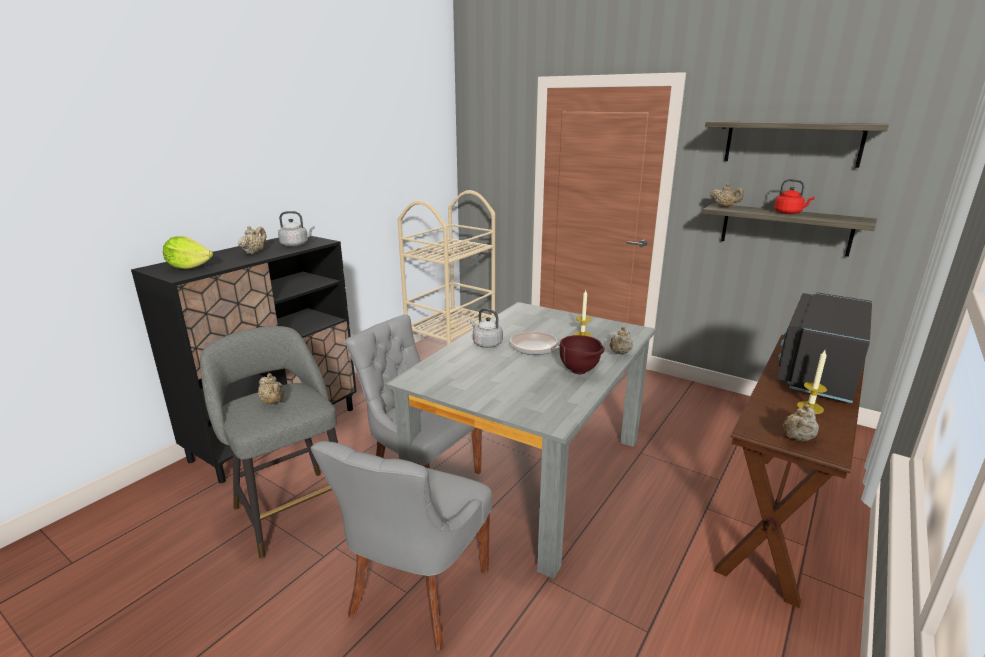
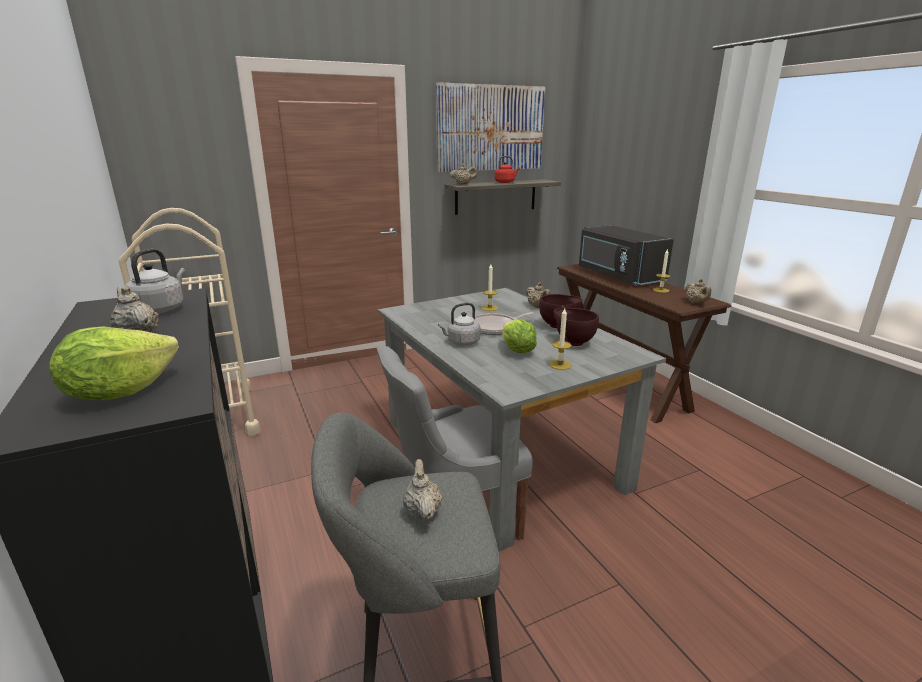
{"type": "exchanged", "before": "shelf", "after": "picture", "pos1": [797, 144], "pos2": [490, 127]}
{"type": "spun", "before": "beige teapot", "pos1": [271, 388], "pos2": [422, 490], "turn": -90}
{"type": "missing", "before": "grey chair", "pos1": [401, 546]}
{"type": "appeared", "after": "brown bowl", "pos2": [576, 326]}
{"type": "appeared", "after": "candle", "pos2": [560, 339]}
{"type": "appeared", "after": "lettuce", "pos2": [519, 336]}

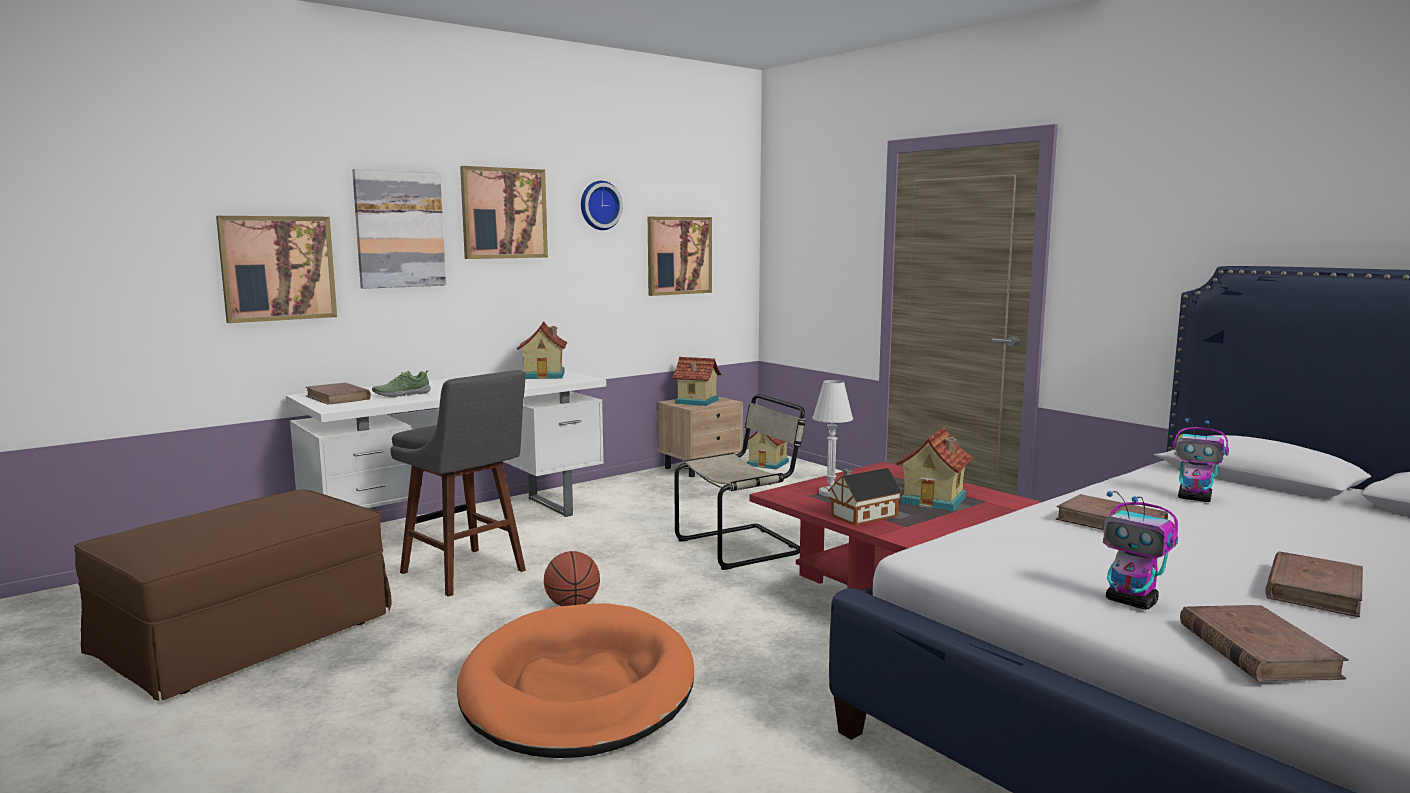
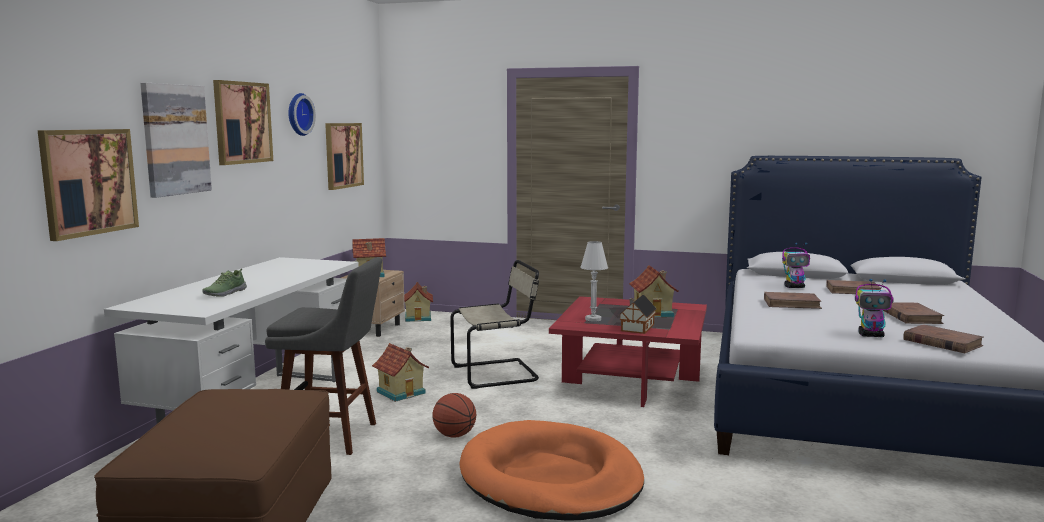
{"type": "relocated", "before": "toy house", "pos1": [542, 350], "pos2": [400, 372]}
{"type": "relocated", "before": "brown book", "pos1": [338, 393], "pos2": [853, 287]}
{"type": "spun", "before": "beige chair", "pos1": [739, 482], "pos2": [494, 324], "turn": 45}

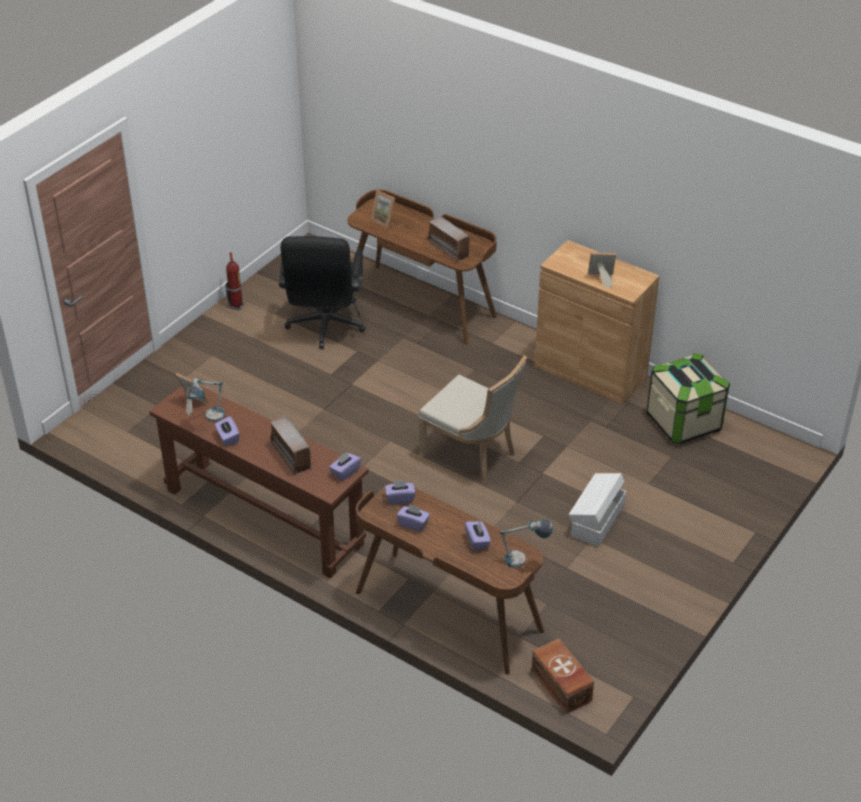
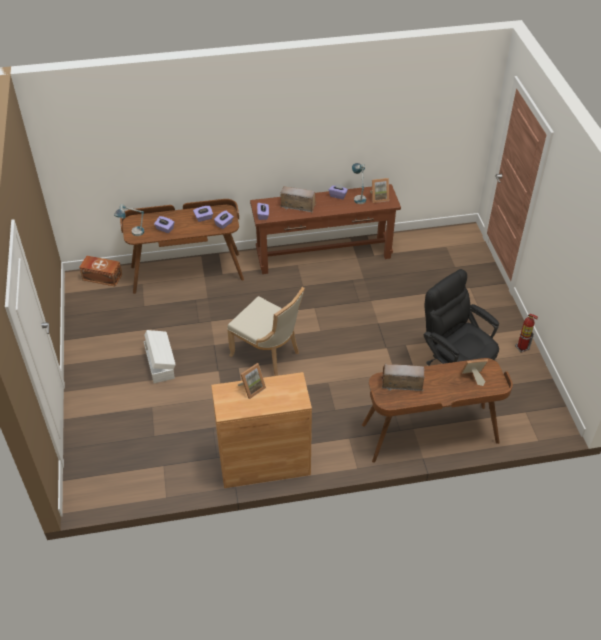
{"type": "missing", "before": "storage box", "pos1": [688, 398]}
{"type": "spun", "before": "beige chair", "pos1": [472, 419], "pos2": [266, 331], "turn": -135}

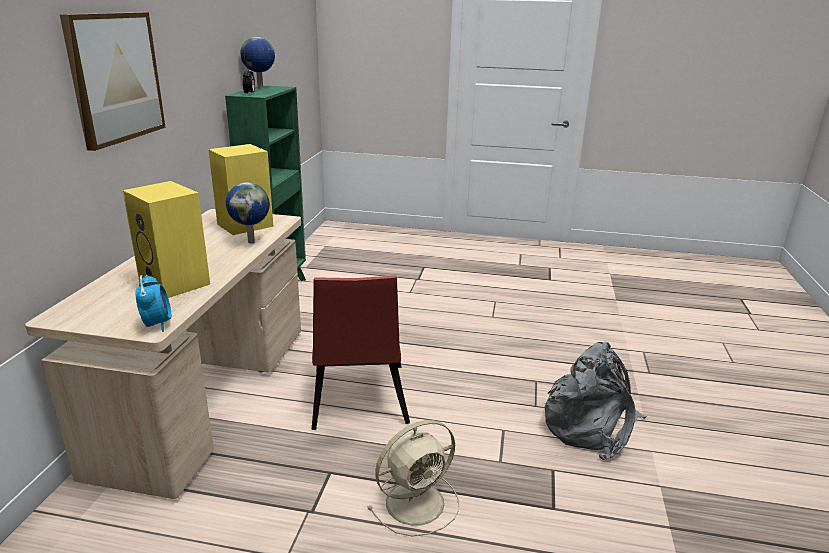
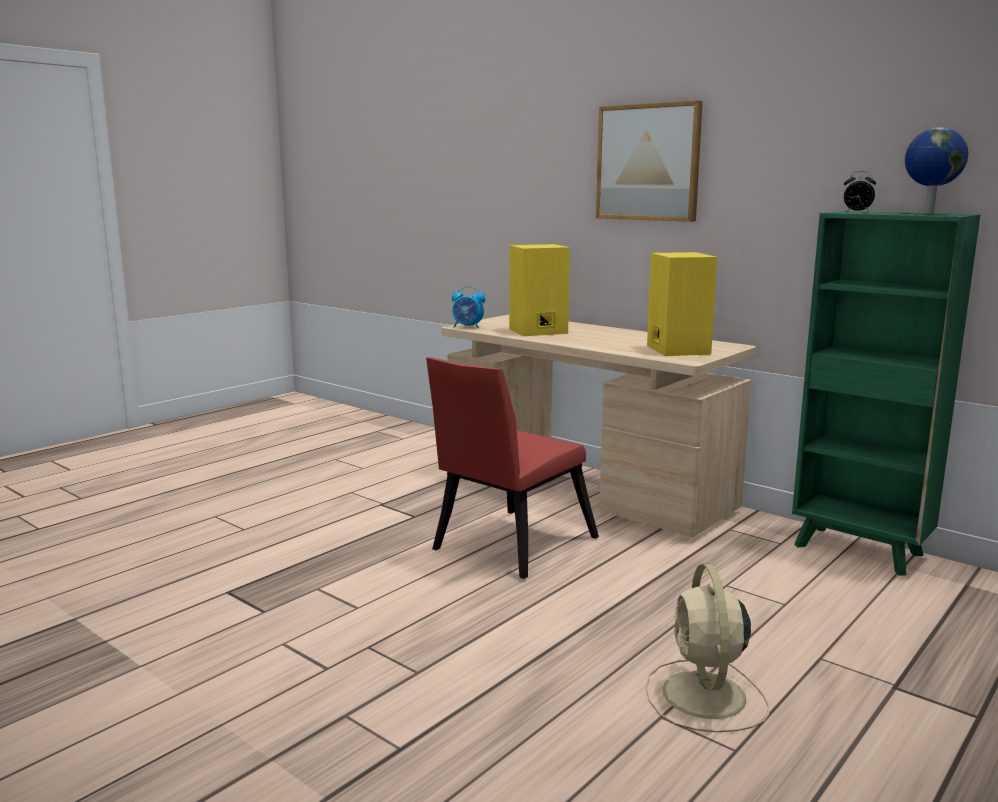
{"type": "missing", "before": "globe", "pos1": [248, 212]}
{"type": "spun", "before": "red chair", "pos1": [361, 352], "pos2": [512, 468], "turn": -75}
{"type": "missing", "before": "grey backpack", "pos1": [596, 401]}
{"type": "relocated", "before": "beige fan", "pos1": [413, 478], "pos2": [707, 648]}

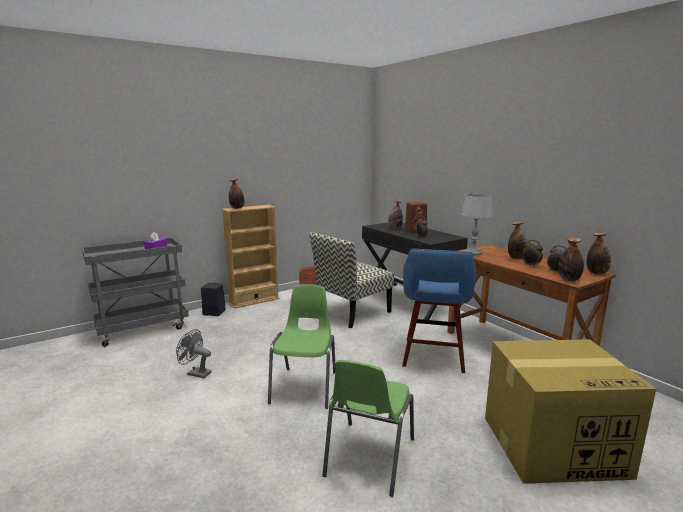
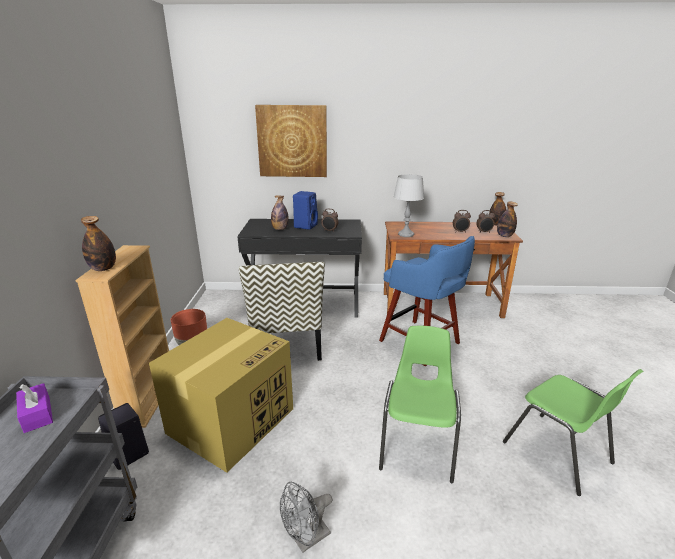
{"type": "colour", "before": "brown speaker", "after": "blue speaker", "pos1": [416, 217], "pos2": [305, 210]}
{"type": "missing", "before": "bottle", "pos1": [517, 240]}
{"type": "spun", "before": "green chair", "pos1": [302, 347], "pos2": [420, 404], "turn": 60}
{"type": "relocated", "before": "cardboard box", "pos1": [570, 411], "pos2": [221, 395]}
{"type": "appeared", "after": "picture", "pos2": [291, 141]}

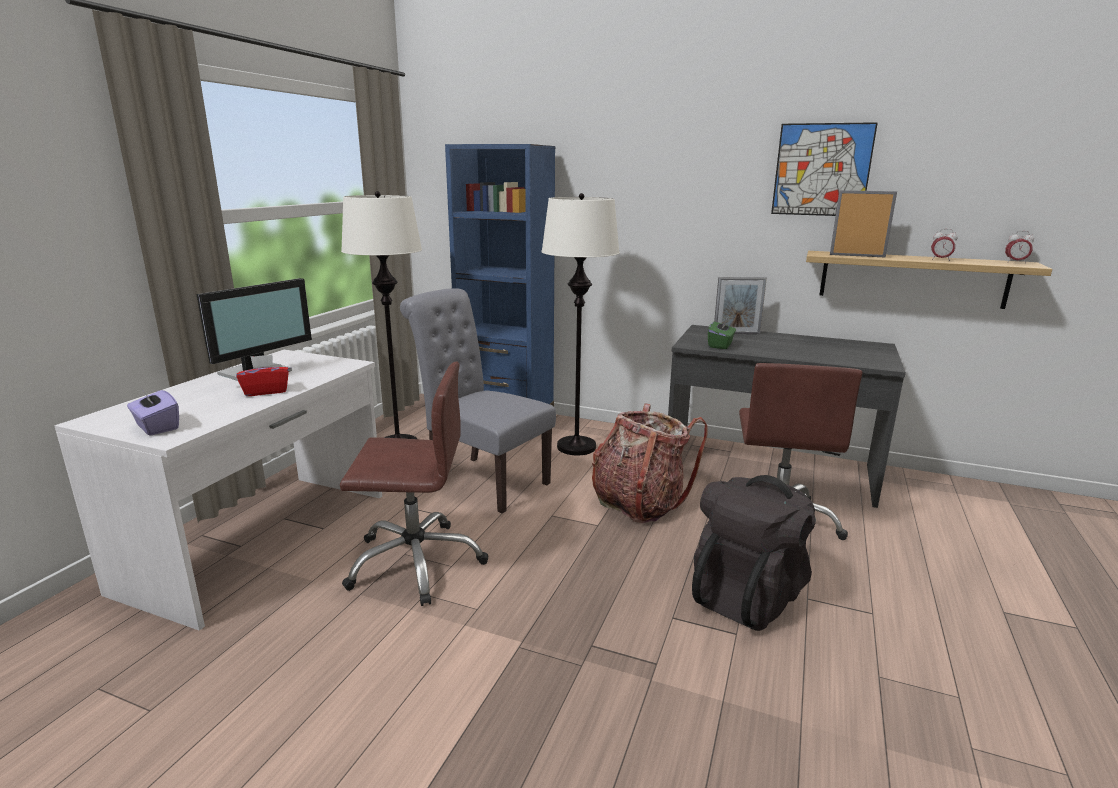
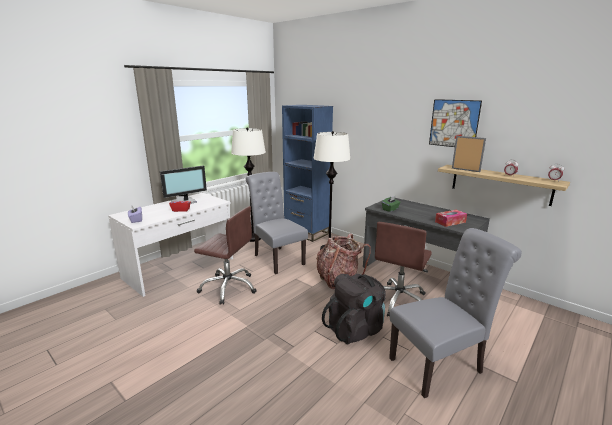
{"type": "missing", "before": "picture frame", "pos1": [740, 305]}
{"type": "appeared", "after": "tissue box", "pos2": [451, 218]}
{"type": "appeared", "after": "grey chair", "pos2": [455, 313]}

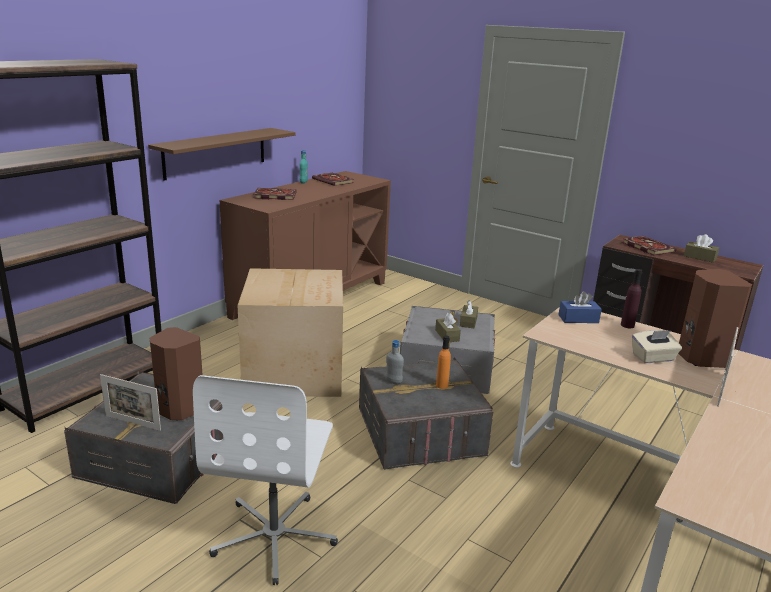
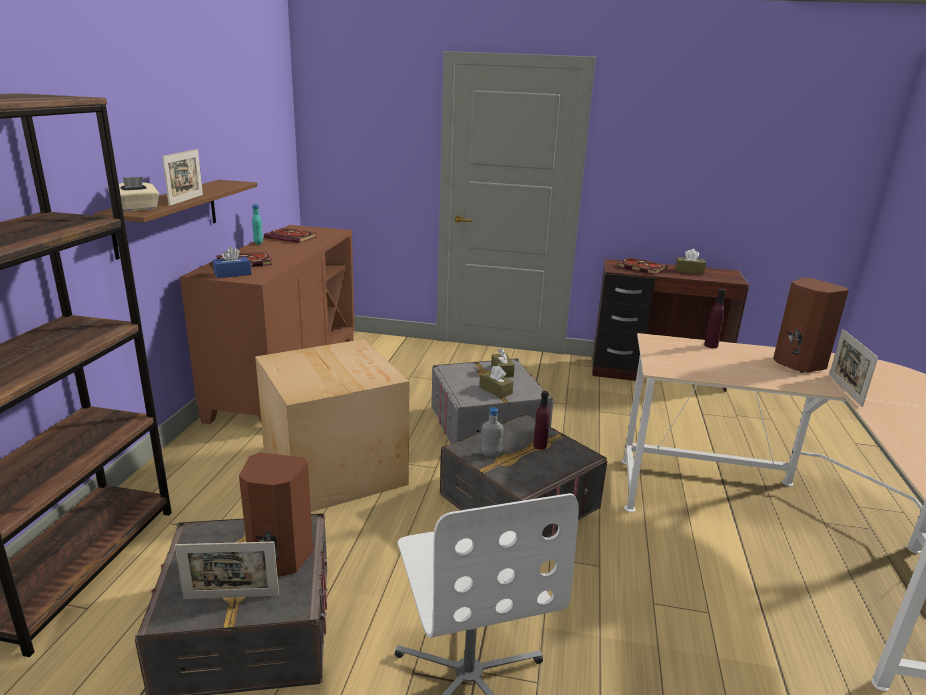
{"type": "relocated", "before": "blue tissue box", "pos1": [580, 307], "pos2": [232, 262]}
{"type": "relocated", "before": "beige tissue box", "pos1": [657, 346], "pos2": [133, 194]}
{"type": "colour", "before": "orange bottle", "after": "purple bottle", "pos1": [443, 362], "pos2": [541, 420]}
{"type": "appeared", "after": "picture frame", "pos2": [182, 177]}

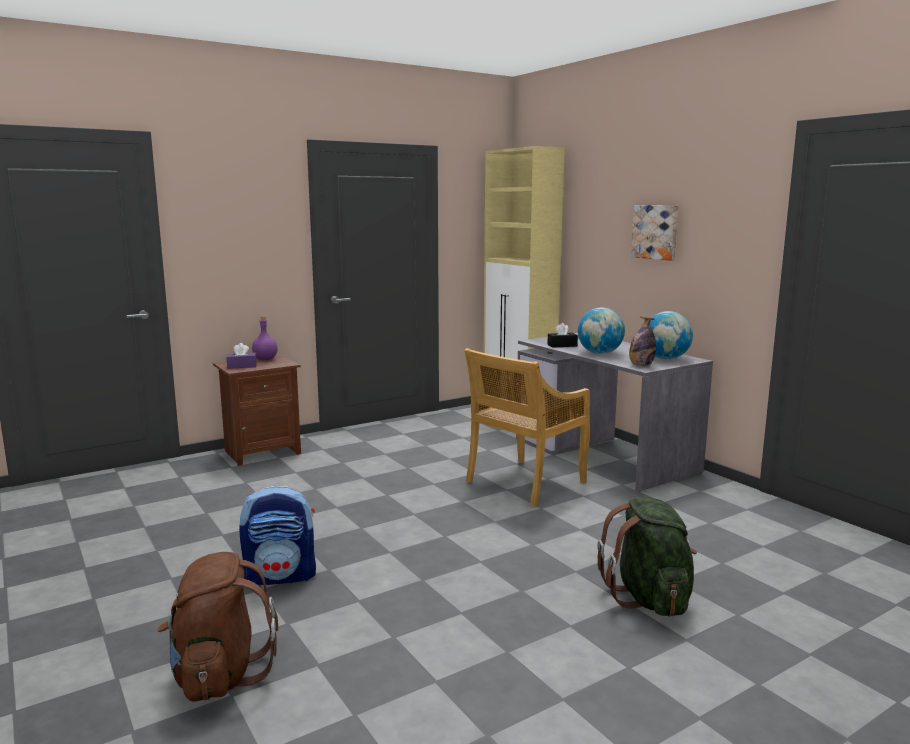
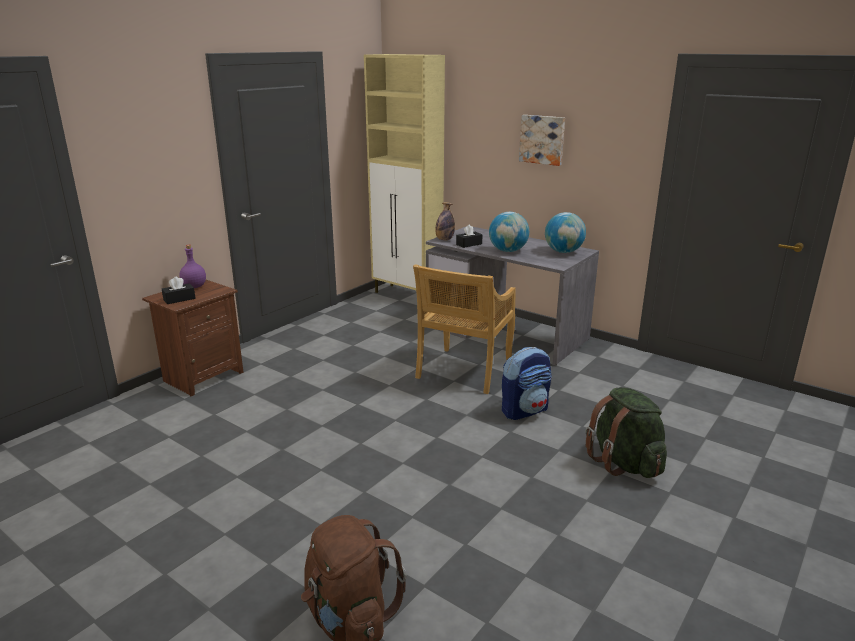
{"type": "relocated", "before": "bottle", "pos1": [642, 341], "pos2": [445, 221]}
{"type": "colour", "before": "purple tissue box", "after": "black tissue box", "pos1": [242, 356], "pos2": [179, 290]}
{"type": "relocated", "before": "backpack", "pos1": [277, 535], "pos2": [527, 383]}

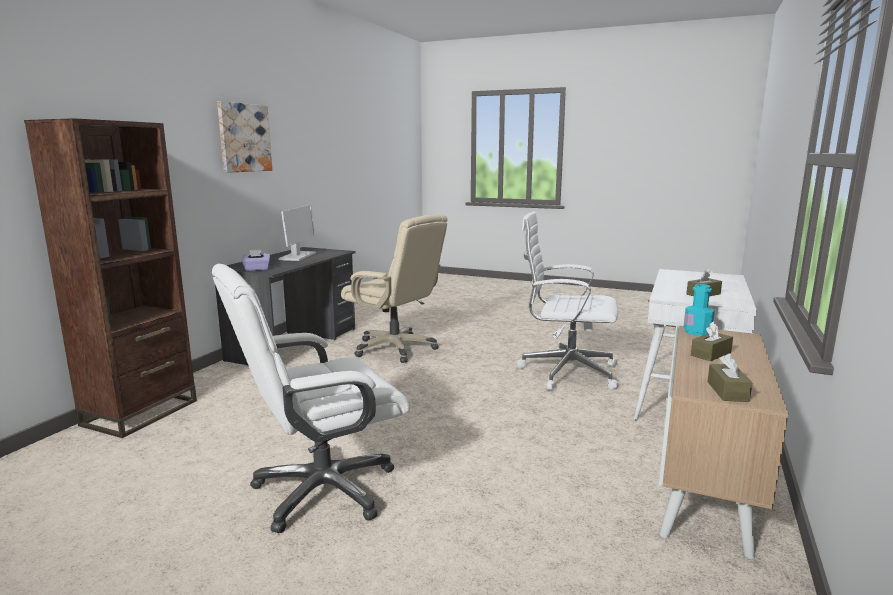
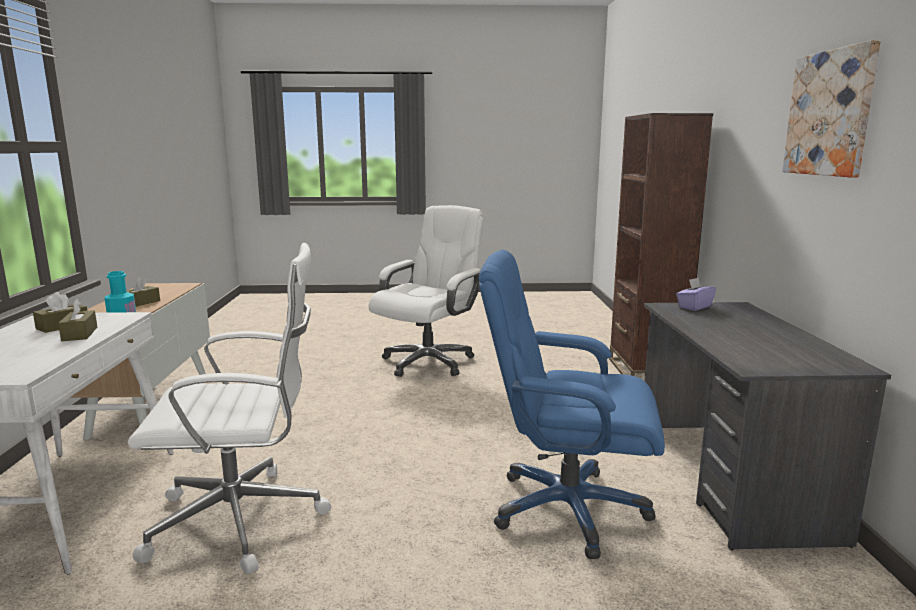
{"type": "missing", "before": "monitor", "pos1": [297, 233]}
{"type": "colour", "before": "beige office chair", "after": "blue office chair", "pos1": [394, 289], "pos2": [572, 404]}
{"type": "relocated", "before": "brown tissue box", "pos1": [729, 377], "pos2": [77, 319]}

